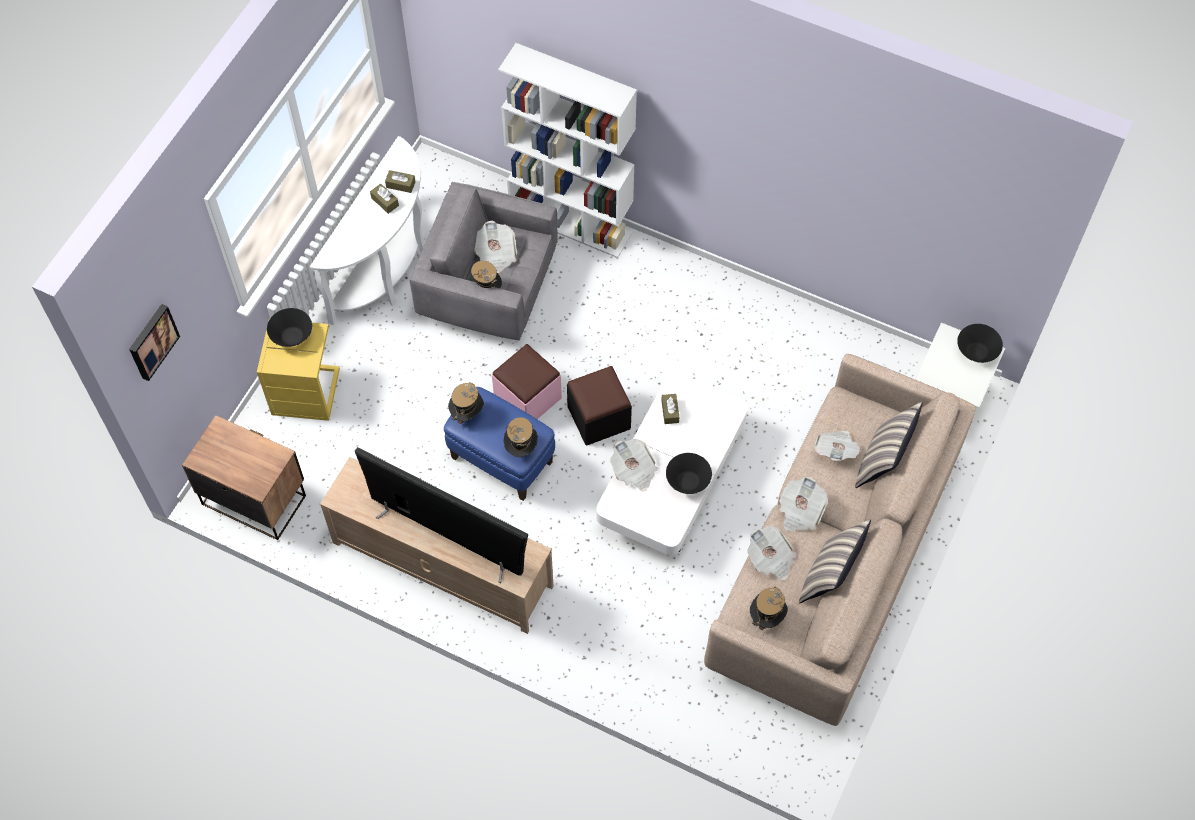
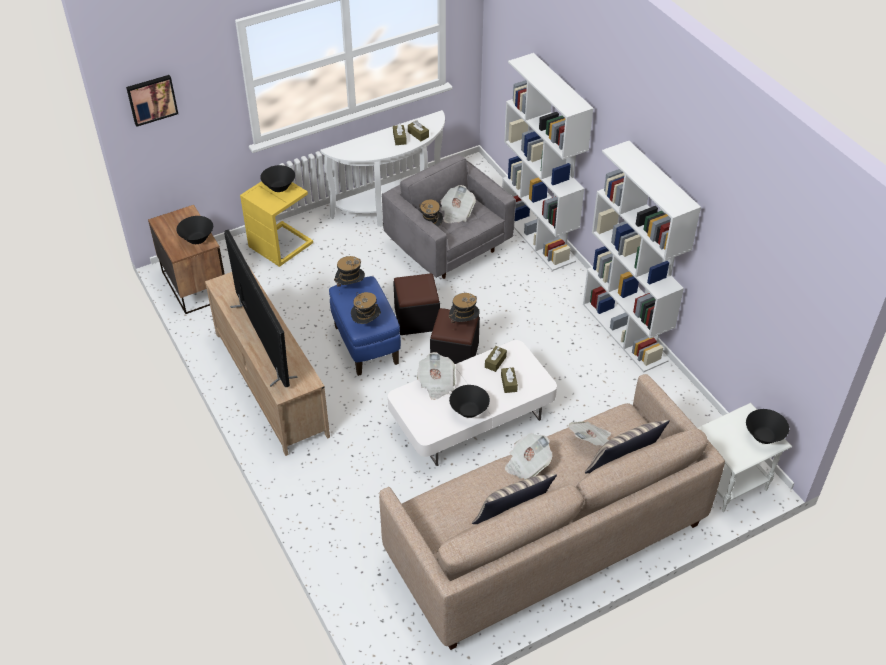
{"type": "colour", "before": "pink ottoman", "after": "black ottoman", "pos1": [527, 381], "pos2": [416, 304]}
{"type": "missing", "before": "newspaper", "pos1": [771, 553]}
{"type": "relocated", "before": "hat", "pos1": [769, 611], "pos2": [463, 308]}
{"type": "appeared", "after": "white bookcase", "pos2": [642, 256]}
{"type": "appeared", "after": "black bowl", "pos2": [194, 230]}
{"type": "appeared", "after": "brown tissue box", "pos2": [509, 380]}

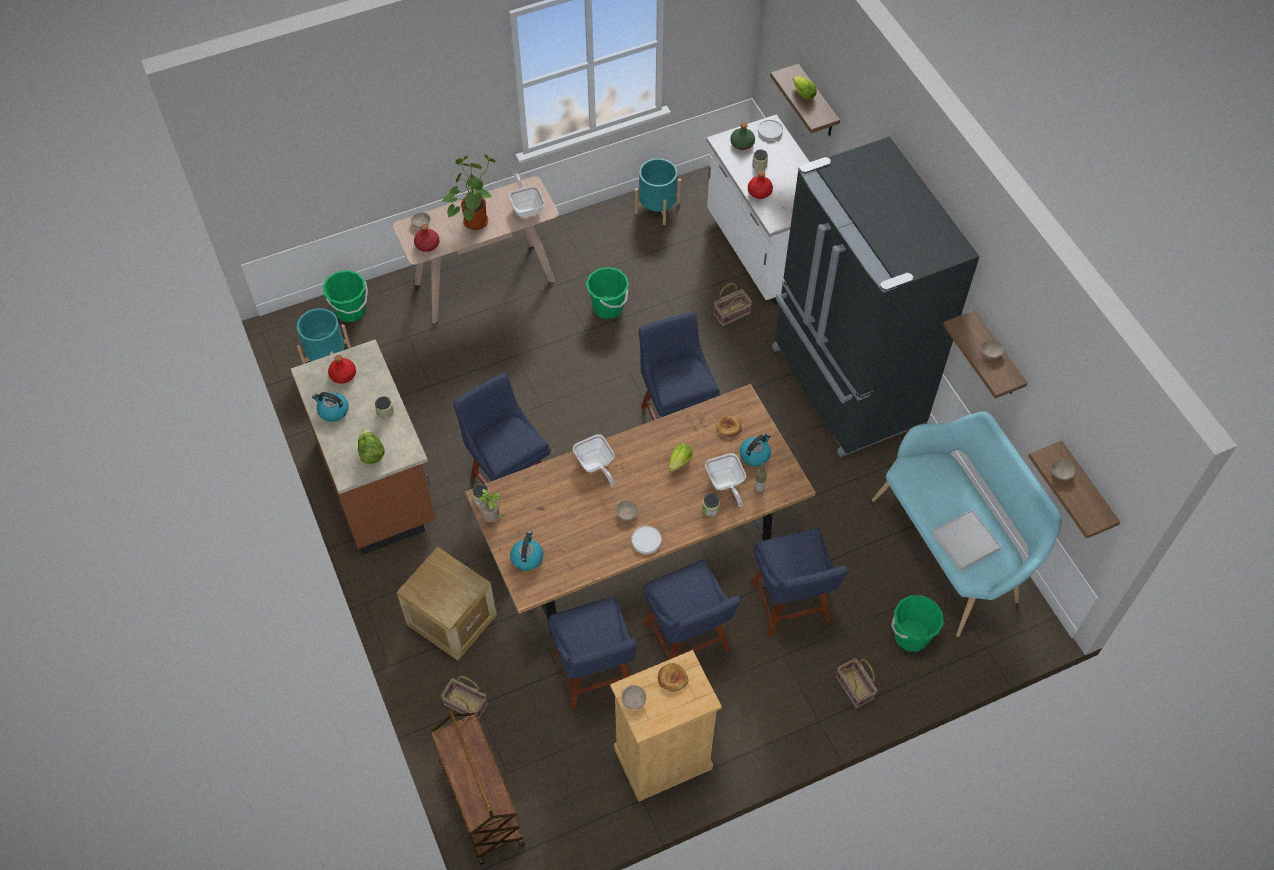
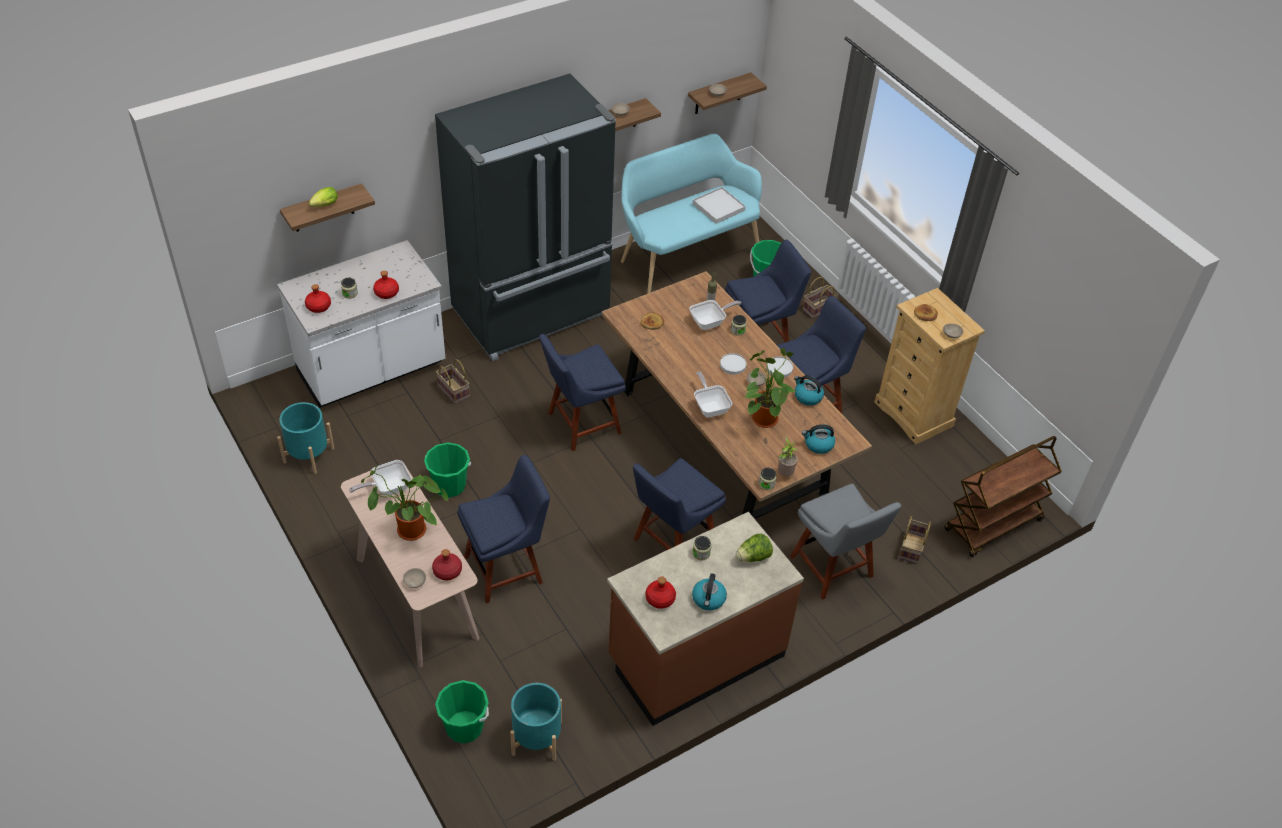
{"type": "relocated", "before": "white plate", "pos1": [770, 130], "pos2": [733, 364]}
{"type": "colour", "before": "green bottle", "after": "red bottle", "pos1": [743, 136], "pos2": [318, 298]}
{"type": "relocated", "before": "kettle", "pos1": [755, 449], "pos2": [809, 390]}
{"type": "spun", "before": "frying pan", "pos1": [594, 460], "pos2": [713, 394], "turn": -75}
{"type": "missing", "before": "lettuce", "pos1": [681, 457]}
{"type": "exchanged", "before": "crate", "after": "grey chair", "pos1": [447, 604], "pos2": [845, 542]}
{"type": "relocated", "before": "blue chair", "pos1": [592, 653], "pos2": [503, 529]}
{"type": "appeared", "after": "potted plant", "pos2": [770, 388]}

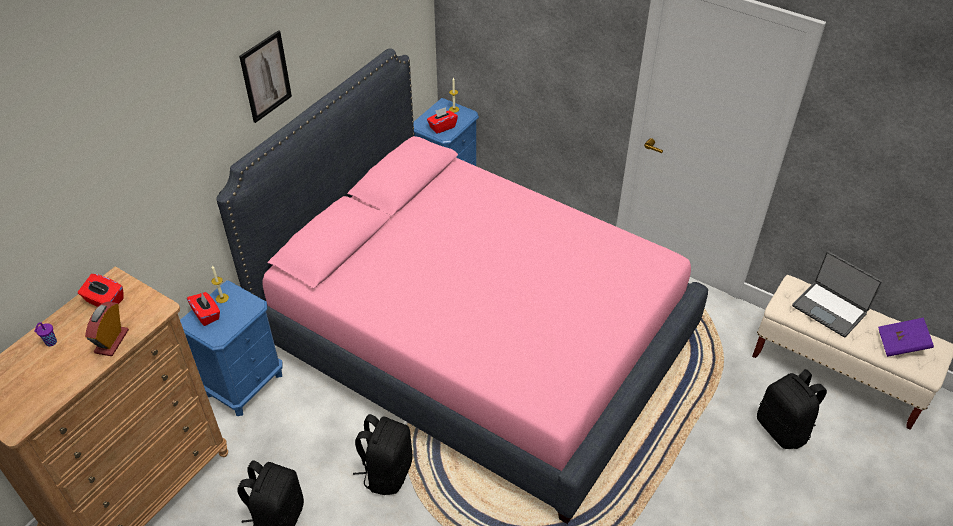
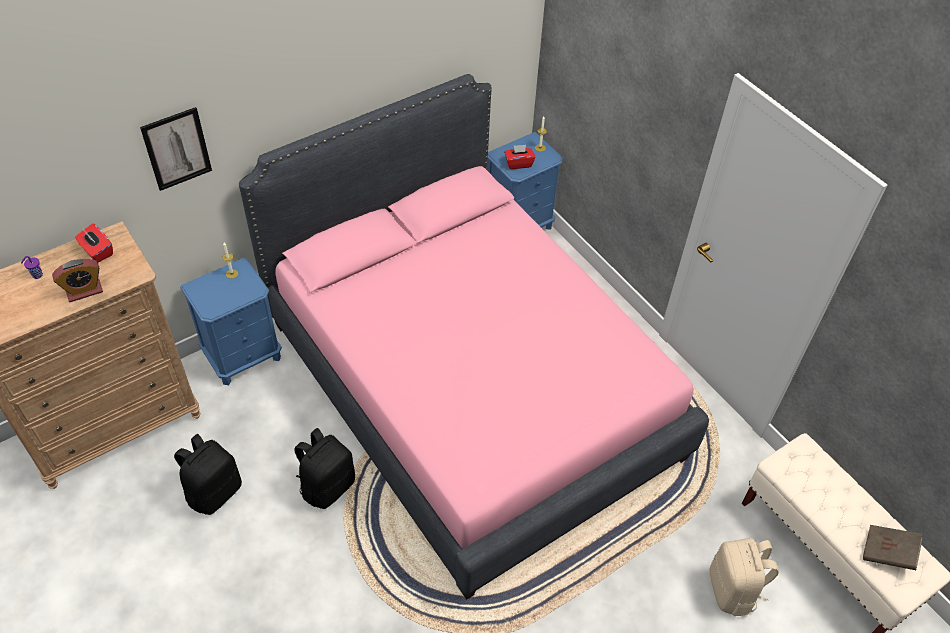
{"type": "relocated", "before": "picture", "pos1": [265, 76], "pos2": [176, 149]}
{"type": "missing", "before": "laptop", "pos1": [837, 294]}
{"type": "missing", "before": "red tissue box", "pos1": [203, 309]}
{"type": "spun", "before": "alarm clock", "pos1": [107, 329], "pos2": [77, 280], "turn": -150}
{"type": "colour", "before": "purple book", "after": "brown book", "pos1": [906, 337], "pos2": [893, 547]}
{"type": "colour", "before": "black backpack", "after": "beige backpack", "pos1": [792, 409], "pos2": [744, 577]}

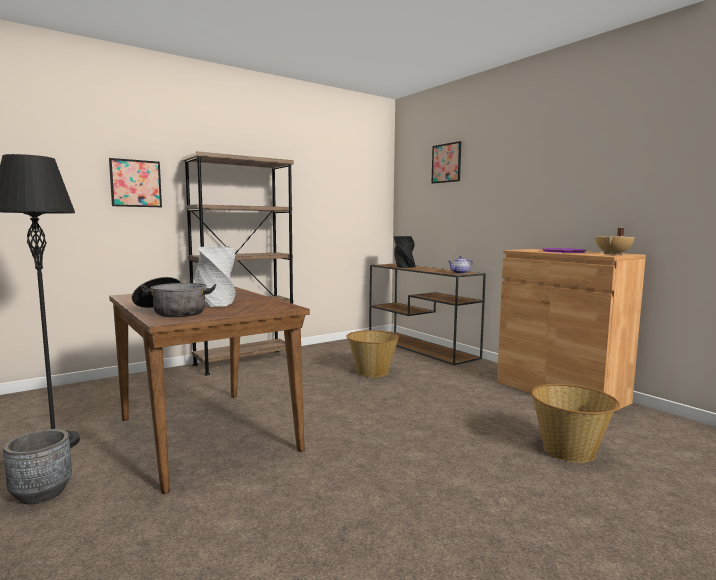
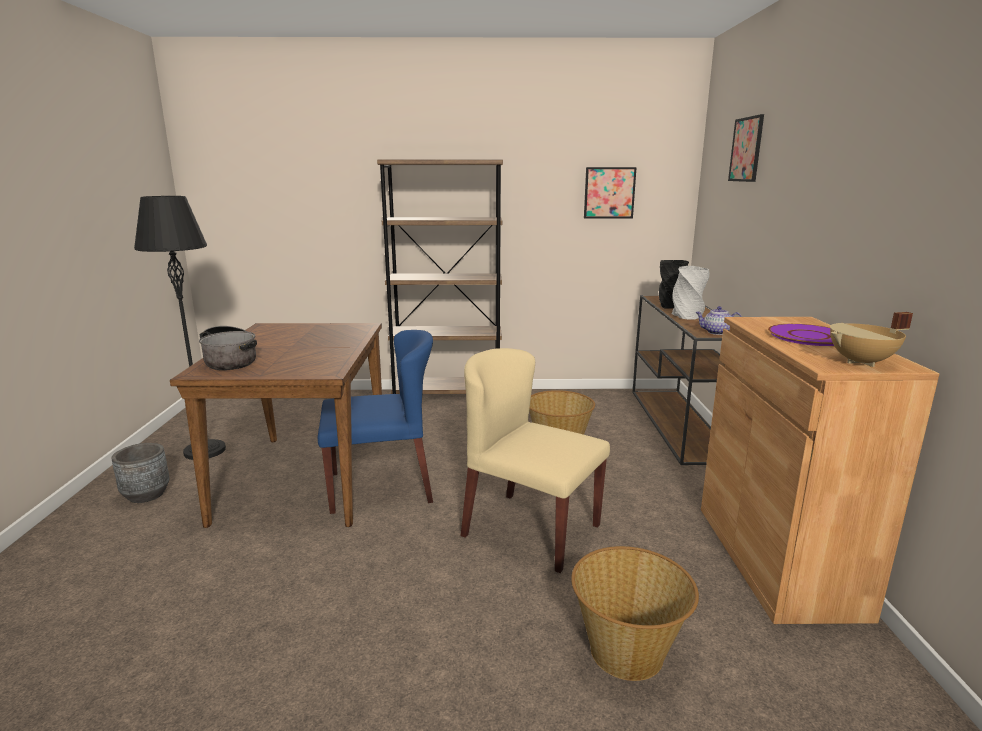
{"type": "relocated", "before": "picture", "pos1": [135, 182], "pos2": [610, 192]}
{"type": "relocated", "before": "grey vase", "pos1": [215, 276], "pos2": [691, 292]}
{"type": "appeared", "after": "blue chair", "pos2": [375, 422]}
{"type": "appeared", "after": "beige chair", "pos2": [535, 460]}

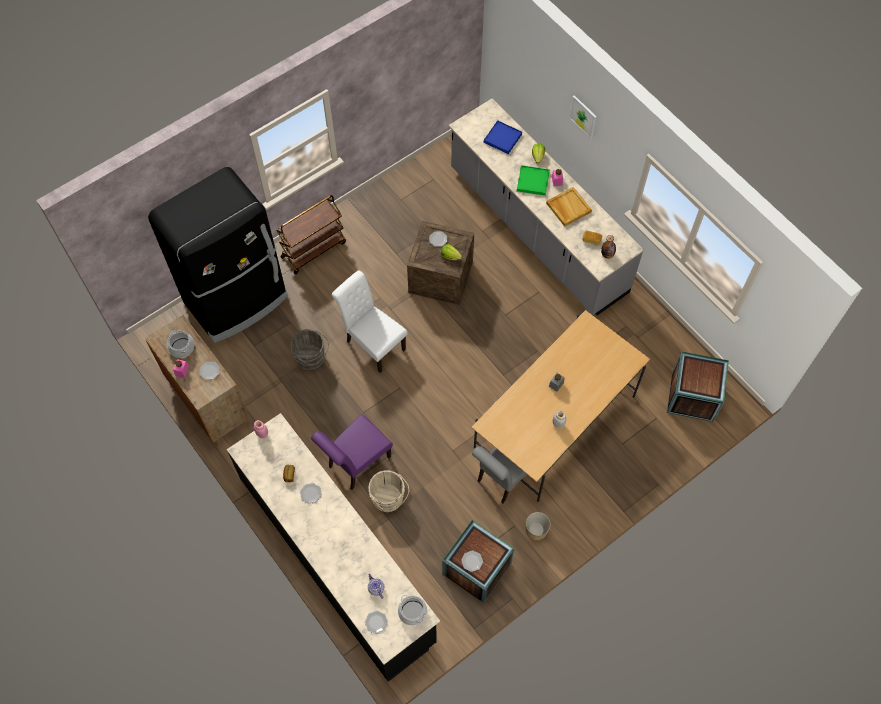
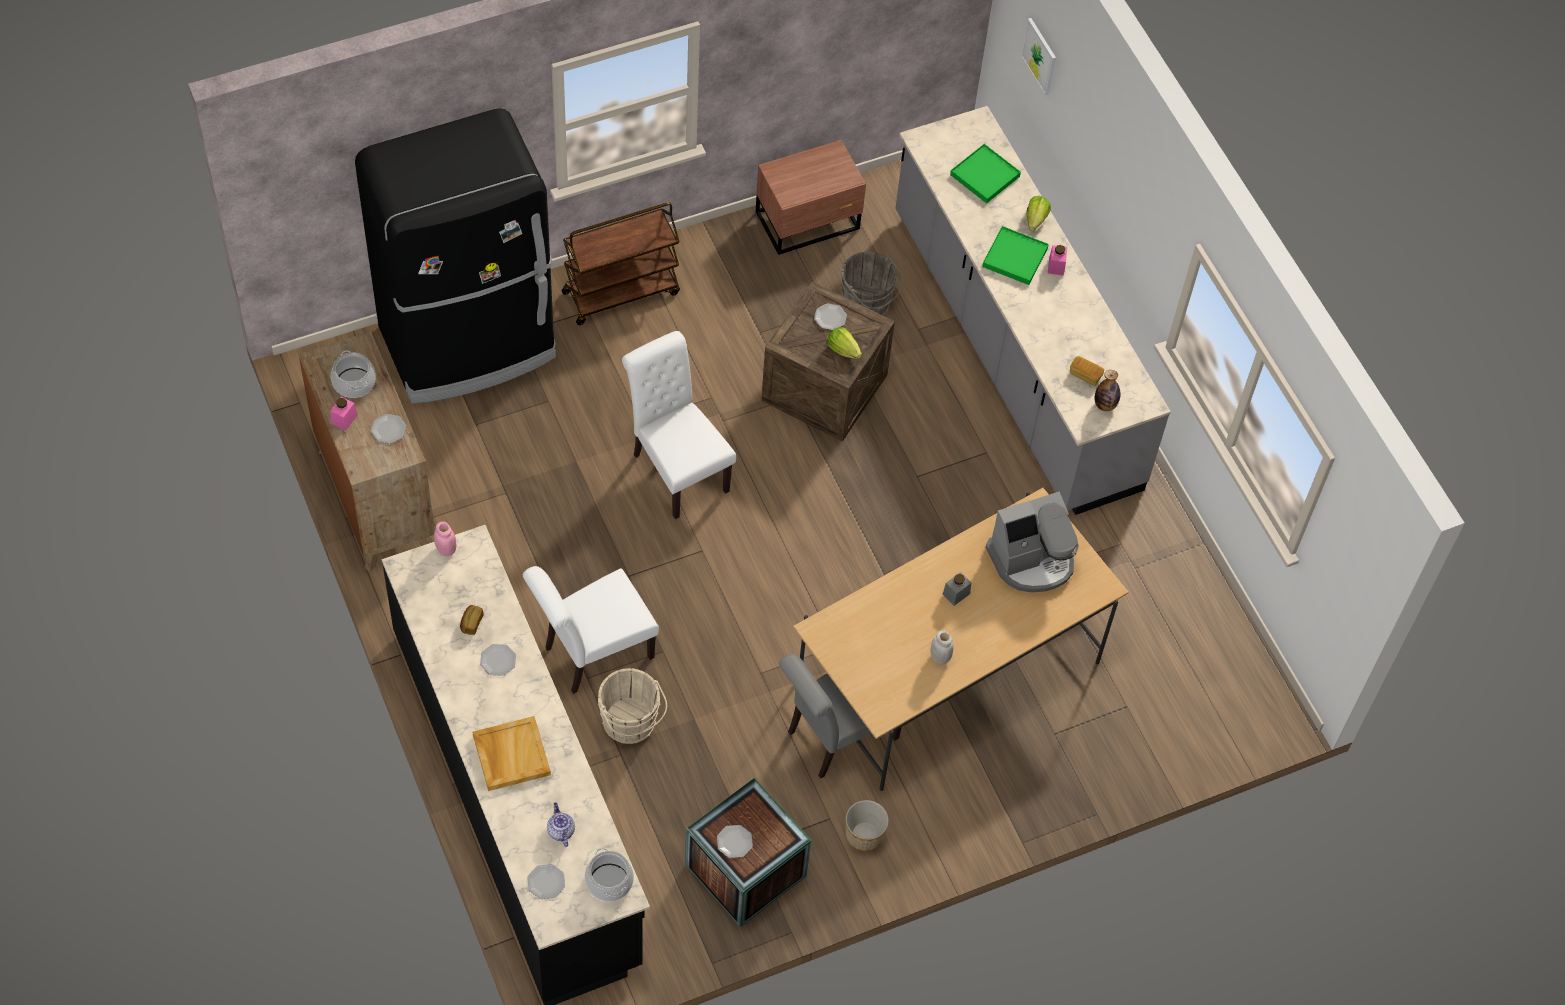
{"type": "relocated", "before": "picture", "pos1": [583, 116], "pos2": [1038, 56]}
{"type": "colour", "before": "blue tray", "after": "green tray", "pos1": [503, 137], "pos2": [985, 173]}
{"type": "relocated", "before": "beige tray", "pos1": [569, 207], "pos2": [512, 753]}
{"type": "relocated", "before": "grey bucket", "pos1": [309, 349], "pos2": [872, 284]}
{"type": "missing", "before": "crate", "pos1": [698, 386]}
{"type": "colour", "before": "purple chair", "after": "white chair", "pos1": [352, 452], "pos2": [591, 630]}
{"type": "appeared", "after": "brown nightstand", "pos2": [811, 197]}
{"type": "appeared", "after": "coffee machine", "pos2": [1032, 542]}

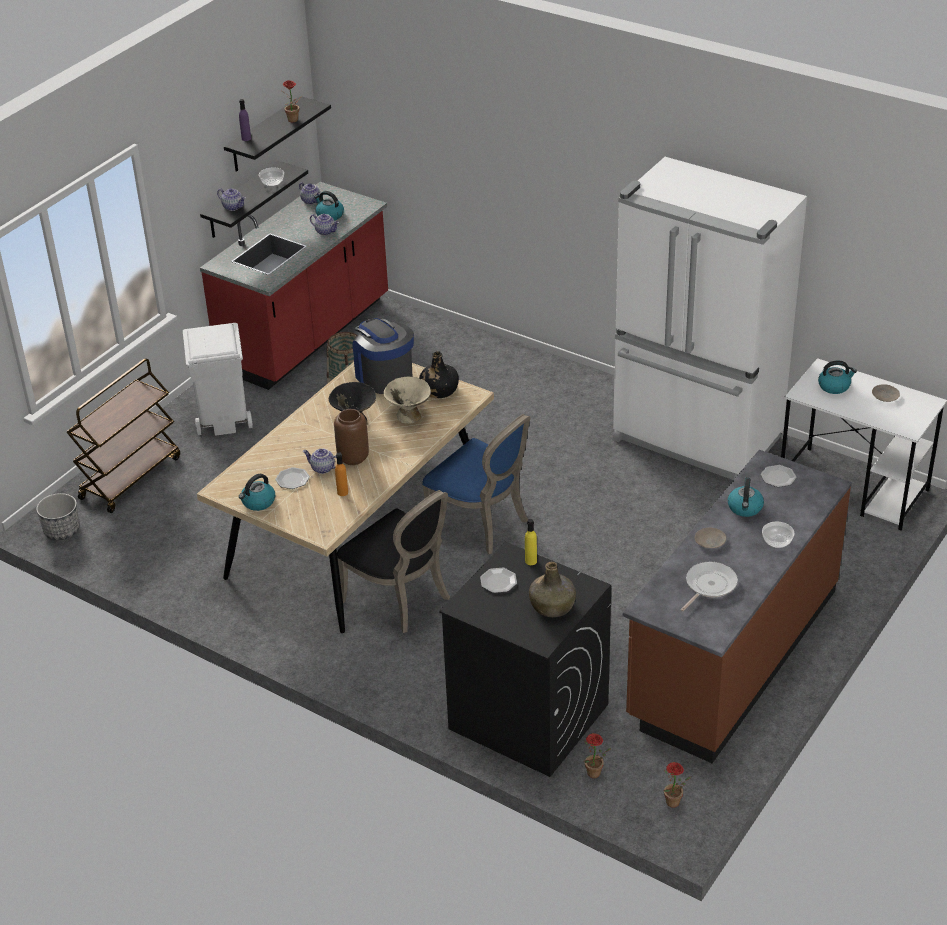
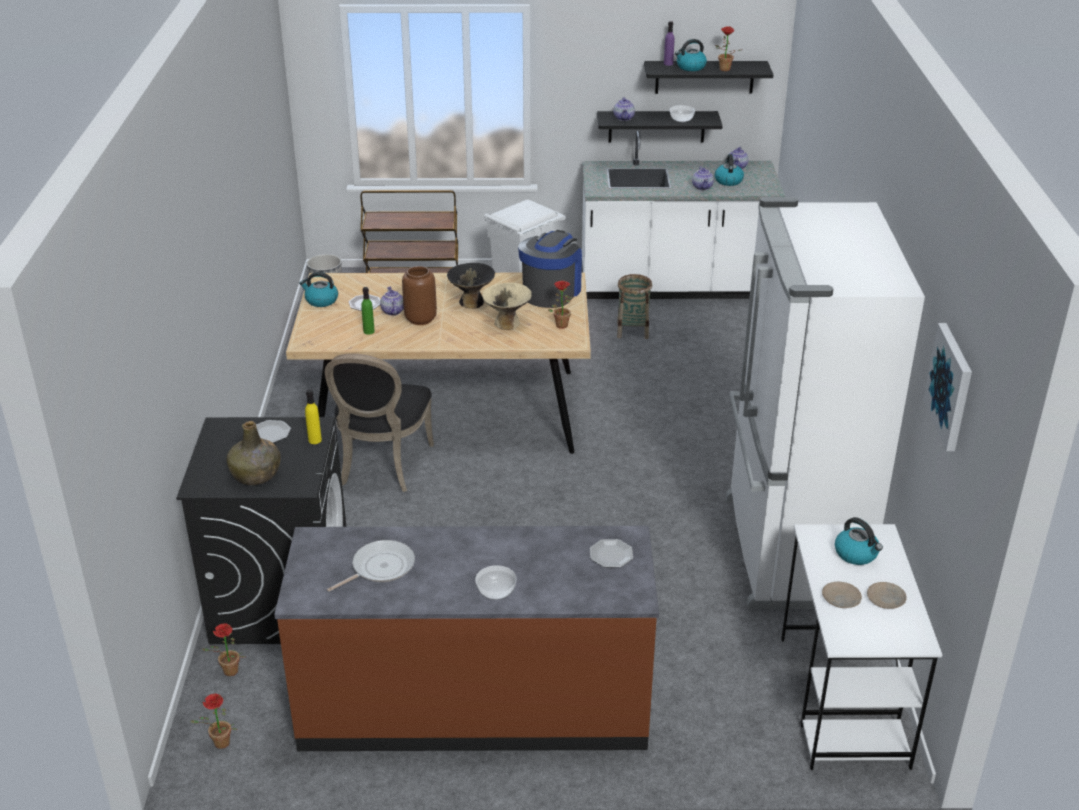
{"type": "colour", "before": "red counter", "after": "white counter", "pos1": [294, 286], "pos2": [683, 215]}
{"type": "exchanged", "before": "black bottle", "after": "potted plant", "pos1": [439, 374], "pos2": [560, 305]}
{"type": "missing", "before": "blue chair", "pos1": [476, 484]}
{"type": "colour", "before": "orange bottle", "after": "green bottle", "pos1": [341, 474], "pos2": [368, 311]}
{"type": "relocated", "before": "kettle", "pos1": [746, 497], "pos2": [691, 55]}
{"type": "relocated", "before": "beige plate", "pos1": [710, 538], "pos2": [842, 595]}
{"type": "spun", "before": "frying pan", "pos1": [709, 586], "pos2": [371, 566], "turn": -45}
{"type": "appeared", "after": "picture", "pos2": [947, 387]}

